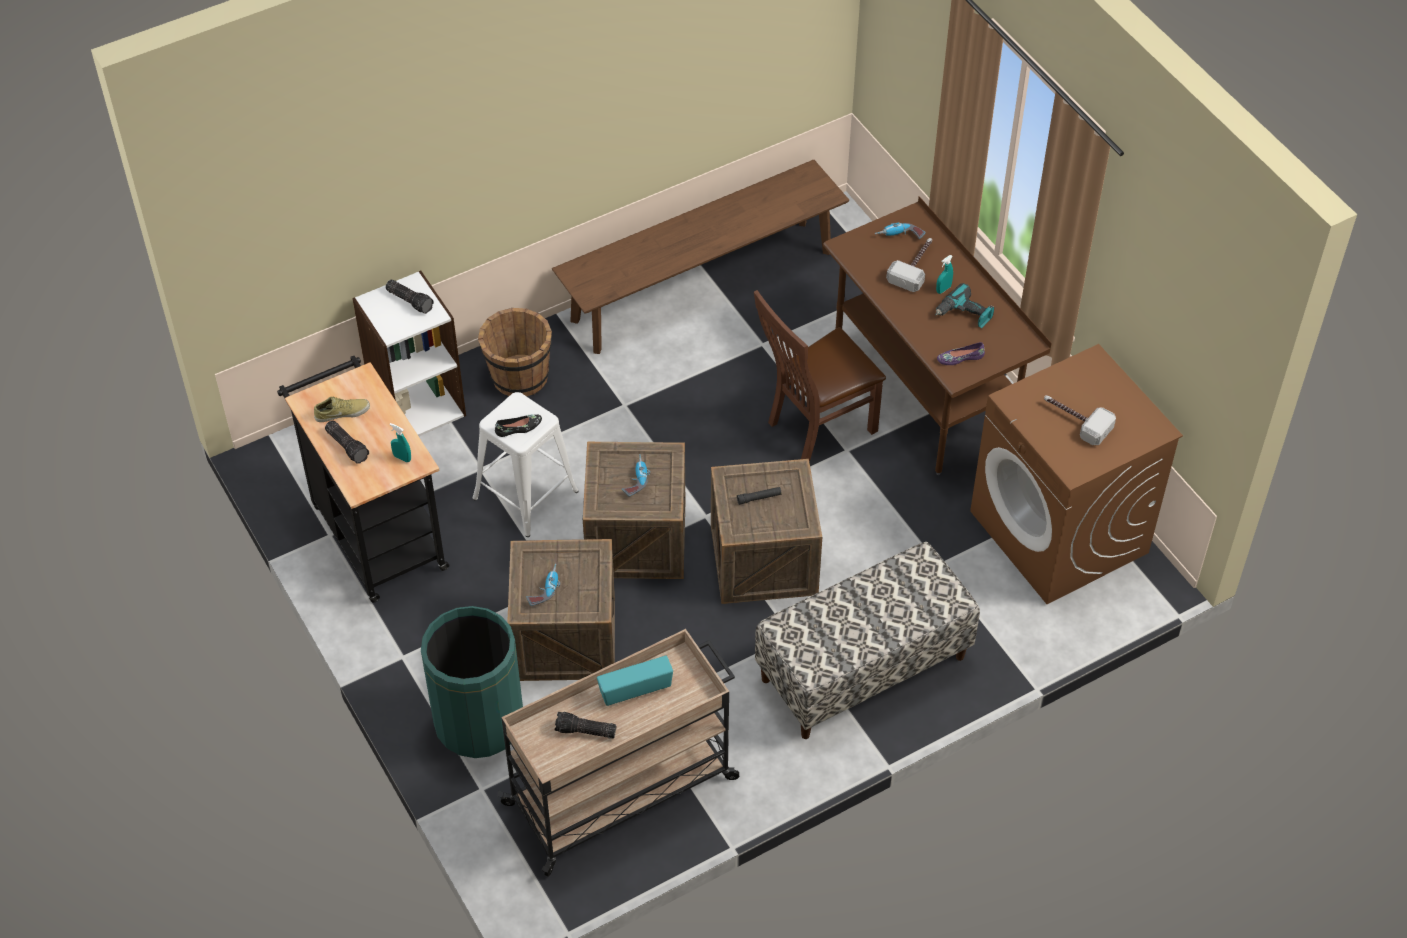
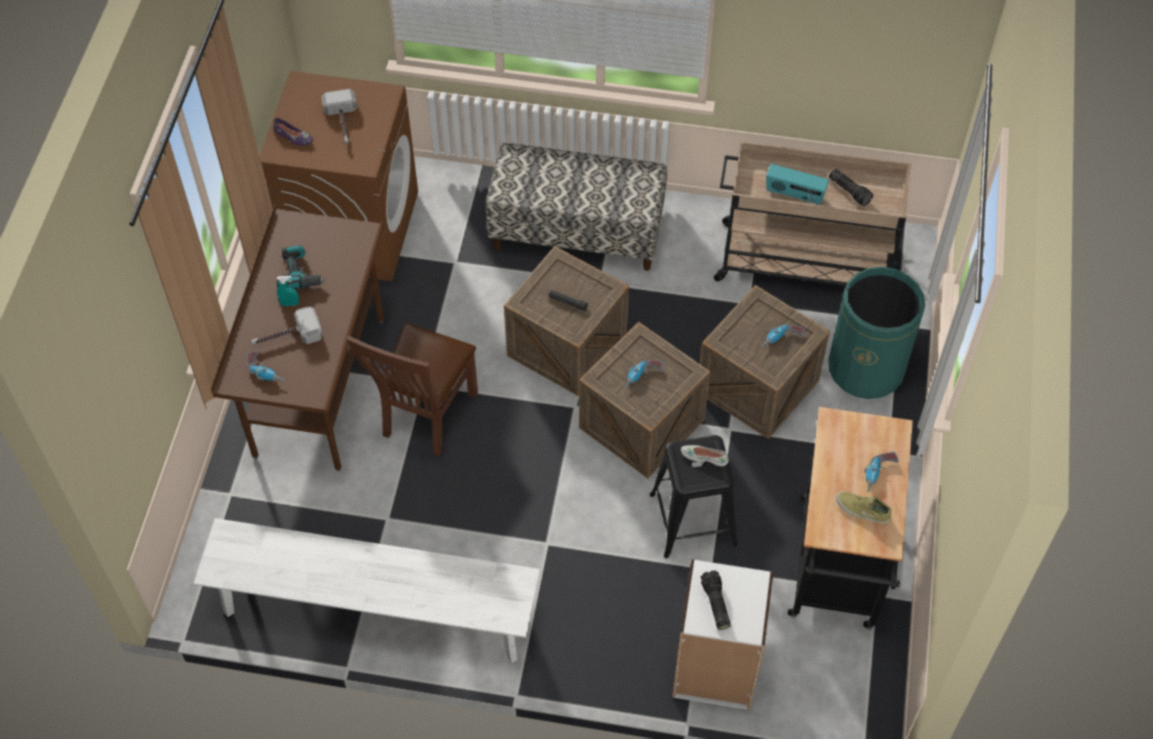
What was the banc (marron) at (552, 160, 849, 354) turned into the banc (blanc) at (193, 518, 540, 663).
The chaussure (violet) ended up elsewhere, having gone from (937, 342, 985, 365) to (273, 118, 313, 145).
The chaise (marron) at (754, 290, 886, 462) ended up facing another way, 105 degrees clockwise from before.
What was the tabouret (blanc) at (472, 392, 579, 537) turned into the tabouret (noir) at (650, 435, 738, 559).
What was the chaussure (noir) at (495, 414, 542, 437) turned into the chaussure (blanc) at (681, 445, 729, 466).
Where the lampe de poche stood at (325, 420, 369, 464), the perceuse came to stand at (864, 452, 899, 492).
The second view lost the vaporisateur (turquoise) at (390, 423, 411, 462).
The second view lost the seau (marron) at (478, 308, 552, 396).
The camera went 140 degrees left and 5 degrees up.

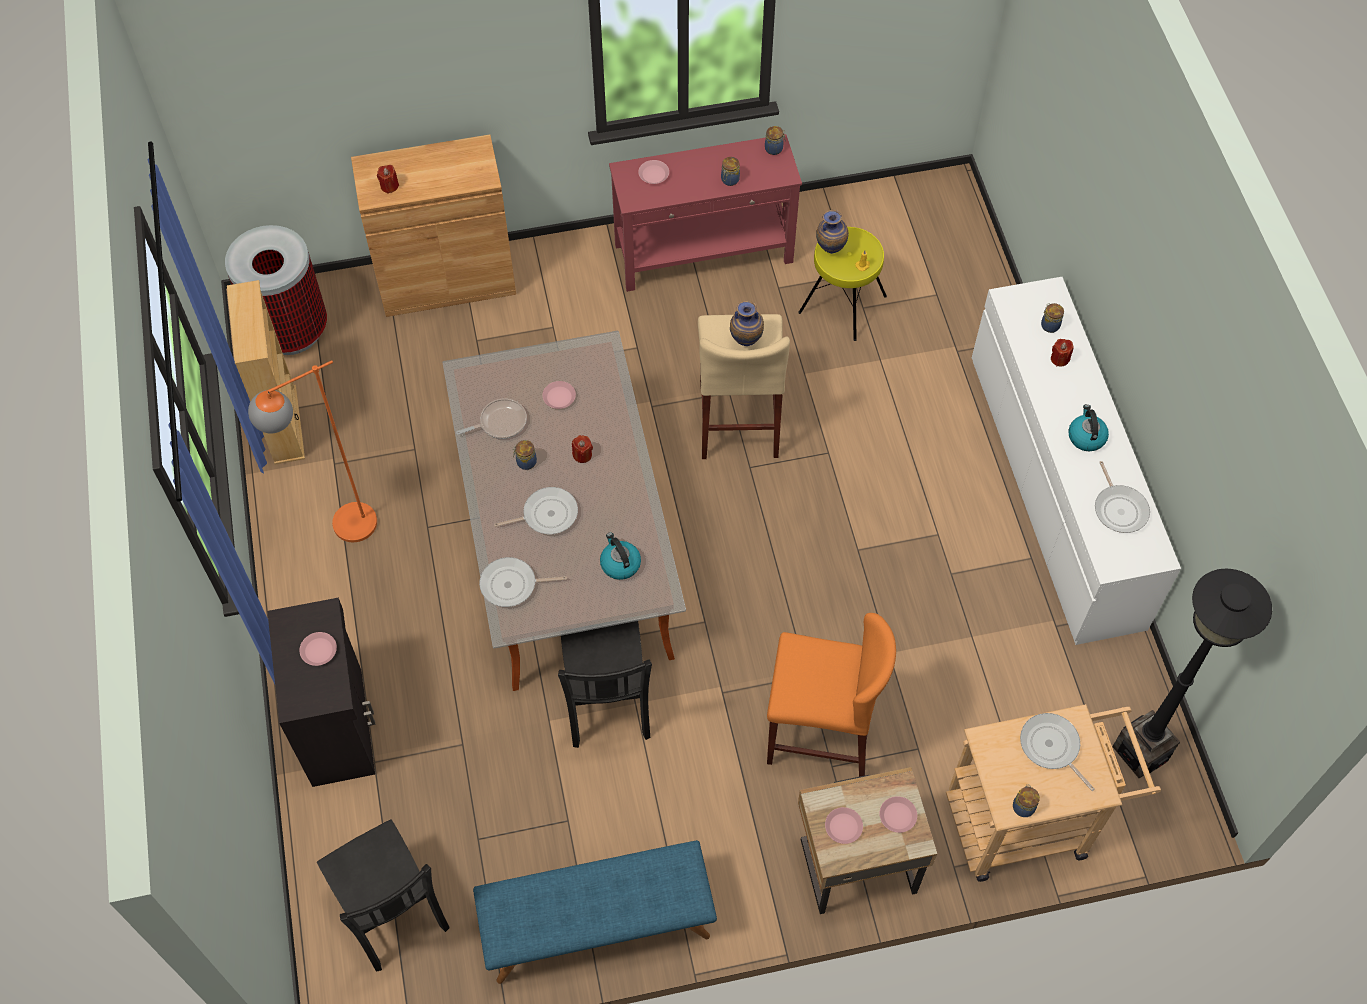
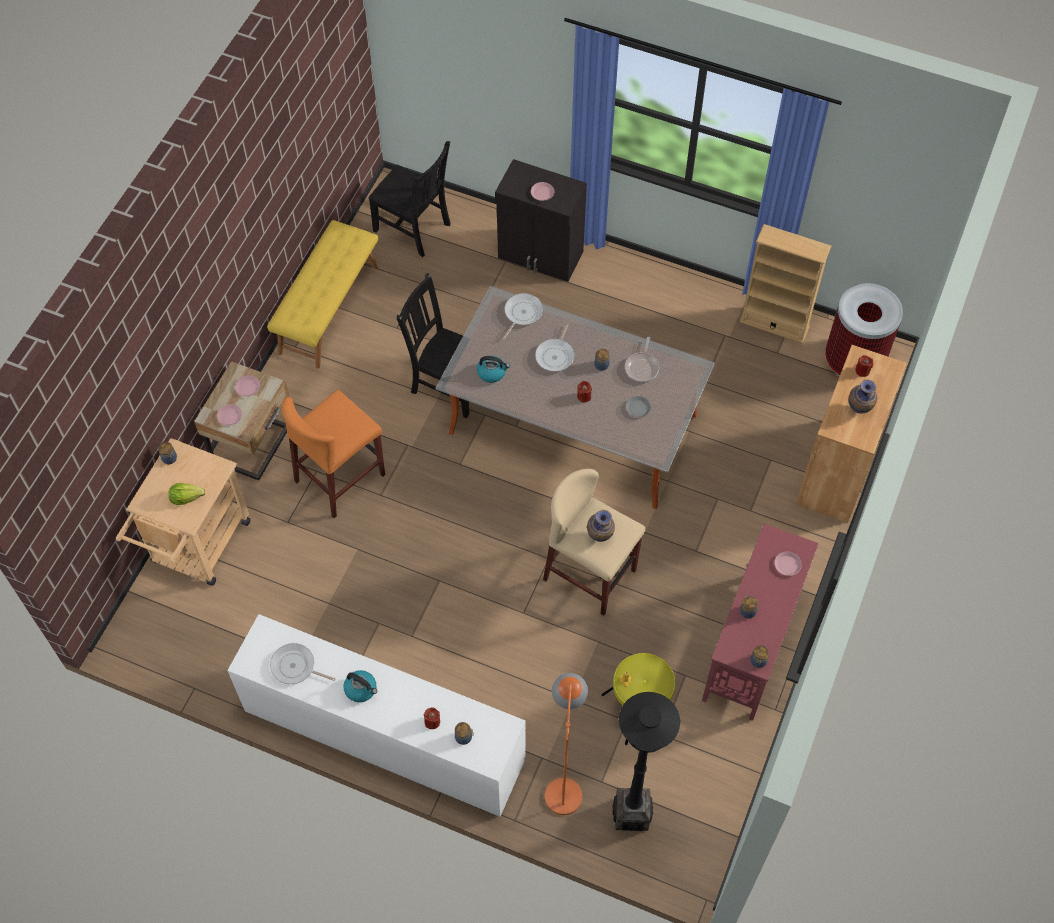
Where the poêle stood at (1020, 713, 1094, 791), the laitue came to stand at (168, 483, 205, 505).
What was the banc (bleu) at (473, 840, 717, 984) turned into the banc (jaune) at (267, 220, 378, 369).
The chaise (noir) at (317, 819, 450, 972) ended up facing another way, 150 degrees counterclockwise from before.
The lampadaire (orange) ended up elsewhere, having gone from (248, 361, 377, 542) to (545, 673, 588, 815).
The lampadaire (noir) ended up elsewhere, having gone from (1112, 568, 1272, 778) to (612, 692, 680, 831).
What was the assiette (rose) at (542, 381, 576, 409) turned into the assiette (gris) at (625, 396, 651, 418).
The vase ended up elsewhere, having gone from (816, 210, 849, 254) to (849, 380, 877, 414).
The camera went 125 degrees right and 0 degrees up.

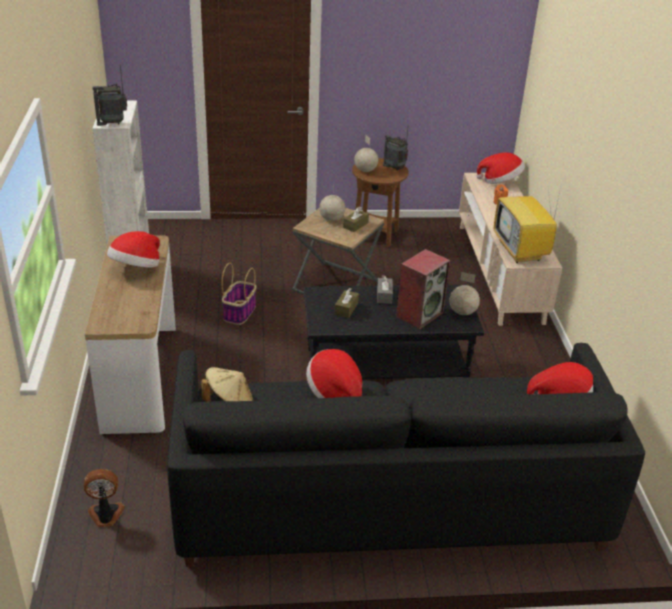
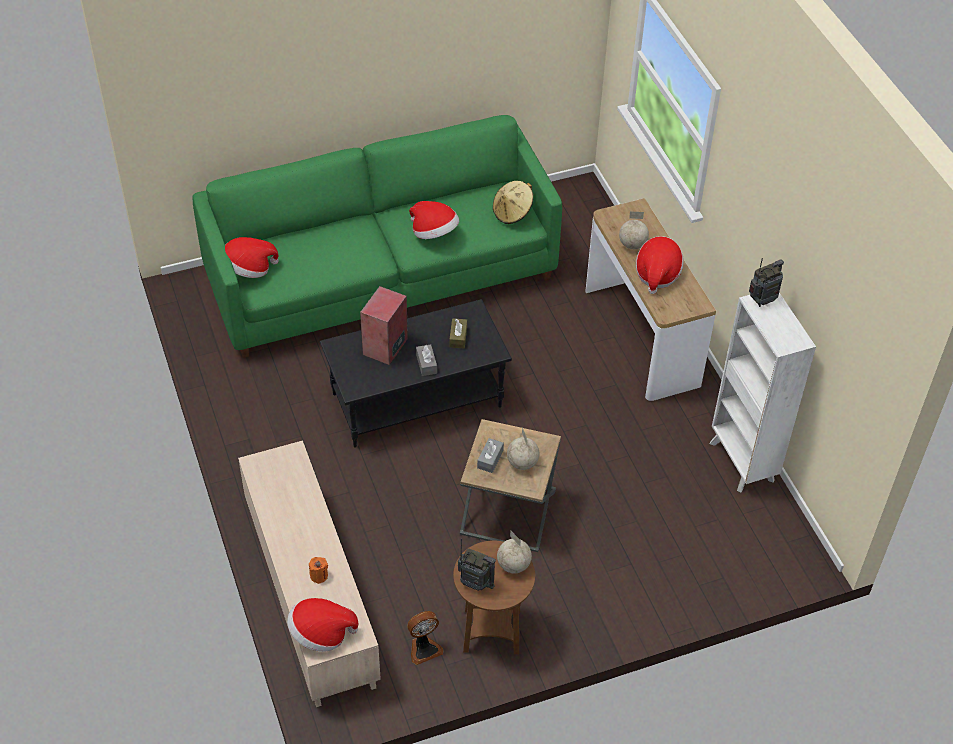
What was the canapé (noir) at (167, 343, 645, 567) turned into the canapé (vert) at (192, 115, 562, 358).
The ventilateur ended up elsewhere, having gone from (84, 469, 125, 527) to (407, 611, 444, 665).
What was the boîte à mouchoirs (marron) at (343, 207, 369, 232) turned into the boîte à mouchoirs (gris) at (477, 438, 504, 473).
The globe ended up elsewhere, having gone from (449, 272, 480, 315) to (619, 211, 649, 249).
The second view lost the panier at (221, 263, 256, 325).
The second view lost the téléviseur at (494, 180, 561, 263).
The camera went 165 degrees right and 15 degrees up.

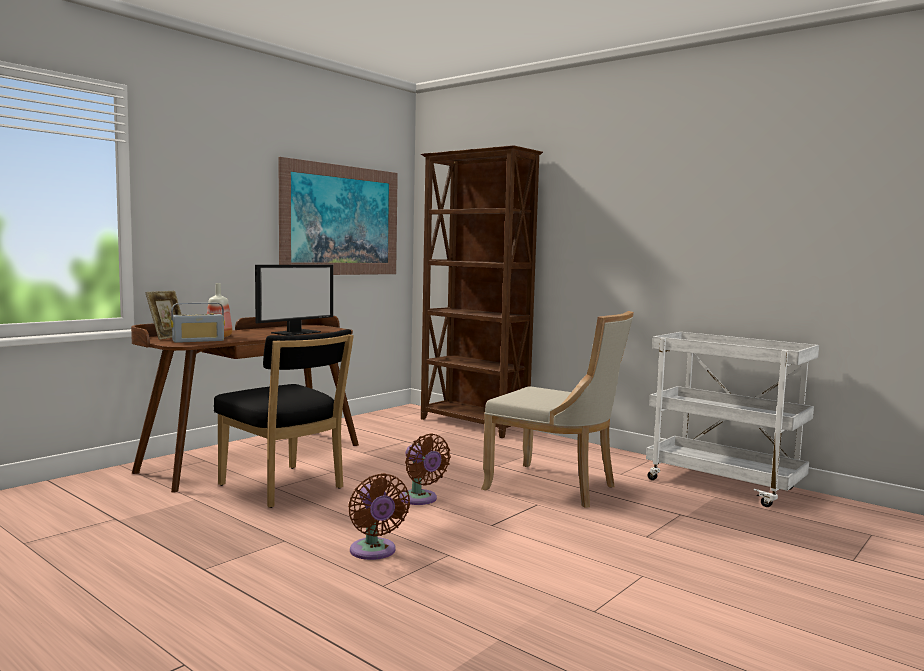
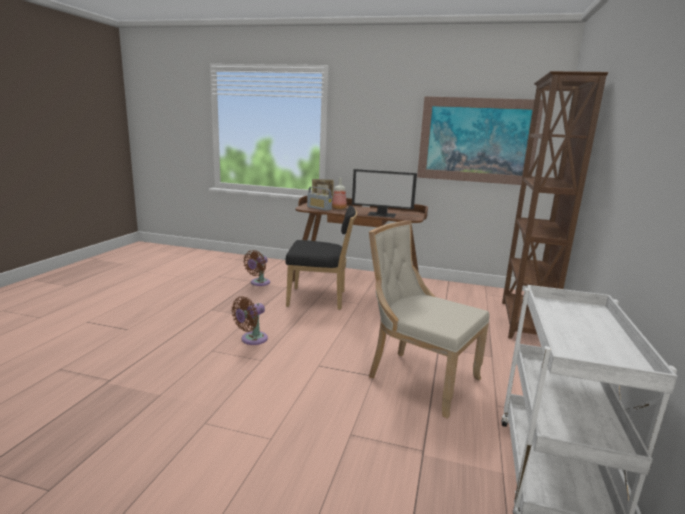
The ventilateur (marron) ended up elsewhere, having gone from (399, 433, 451, 505) to (243, 250, 270, 286).
The chaise (noir) at (214, 329, 354, 508) ended up facing another way, 105 degrees counterclockwise from before.
The chaise (beige) at (481, 311, 634, 508) ended up facing another way, 120 degrees clockwise from before.
The camera went 65 degrees right and 10 degrees up.

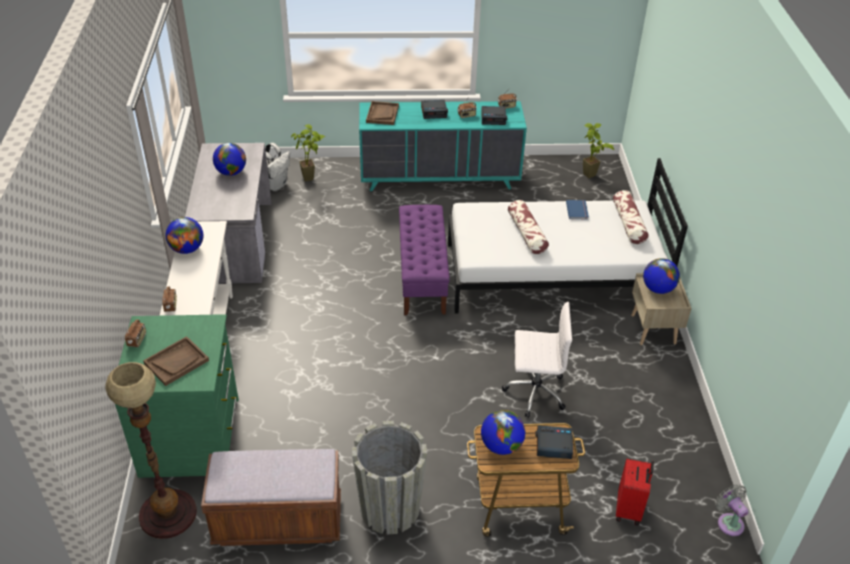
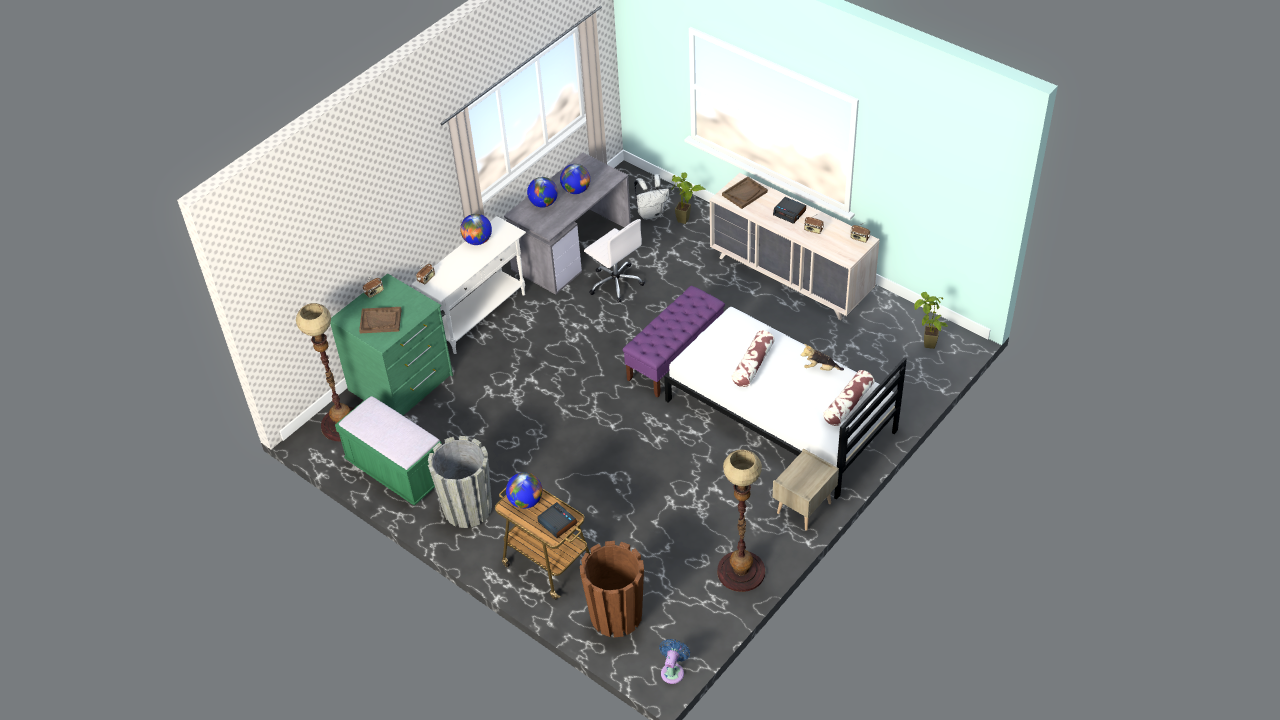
What was the banc (marron) at (201, 449, 341, 546) turned into the banc (vert) at (335, 396, 442, 506).
The globe ended up elsewhere, having gone from (643, 258, 680, 294) to (527, 177, 558, 208).
Where the valise (rouge) stood at (616, 459, 654, 526), the cache-pot (marron) came to stand at (580, 541, 644, 637).
The chaise de bureau (blanc) ended up elsewhere, having gone from (502, 302, 572, 418) to (584, 219, 645, 303).
What was the ventilateur (gris) at (715, 484, 749, 536) turned into the ventilateur (bleu) at (659, 639, 690, 684).
What was the commode (turquoise) at (359, 101, 527, 191) turned into the commode (beige) at (710, 173, 880, 320).
The second view gained the lampadaire at (717, 449, 765, 592).
Where the livre (bleu) stood at (566, 200, 589, 220), the peluche came to stand at (801, 344, 844, 371).
The second view lost the réveil at (481, 106, 507, 125).
The camera went 45 degrees right and 5 degrees up.

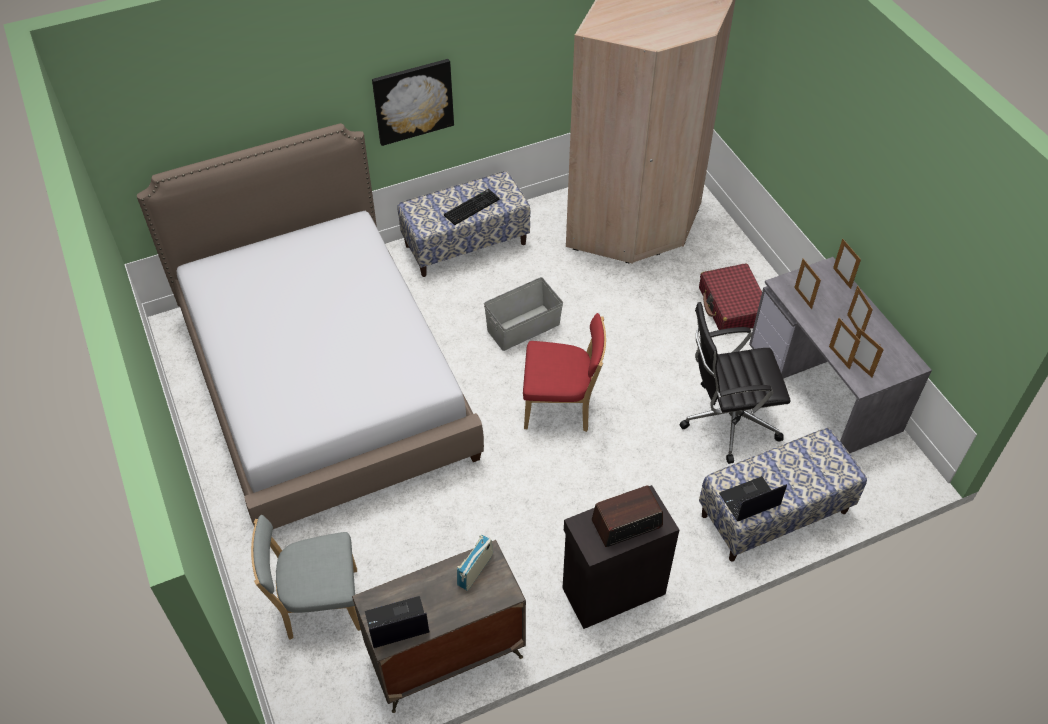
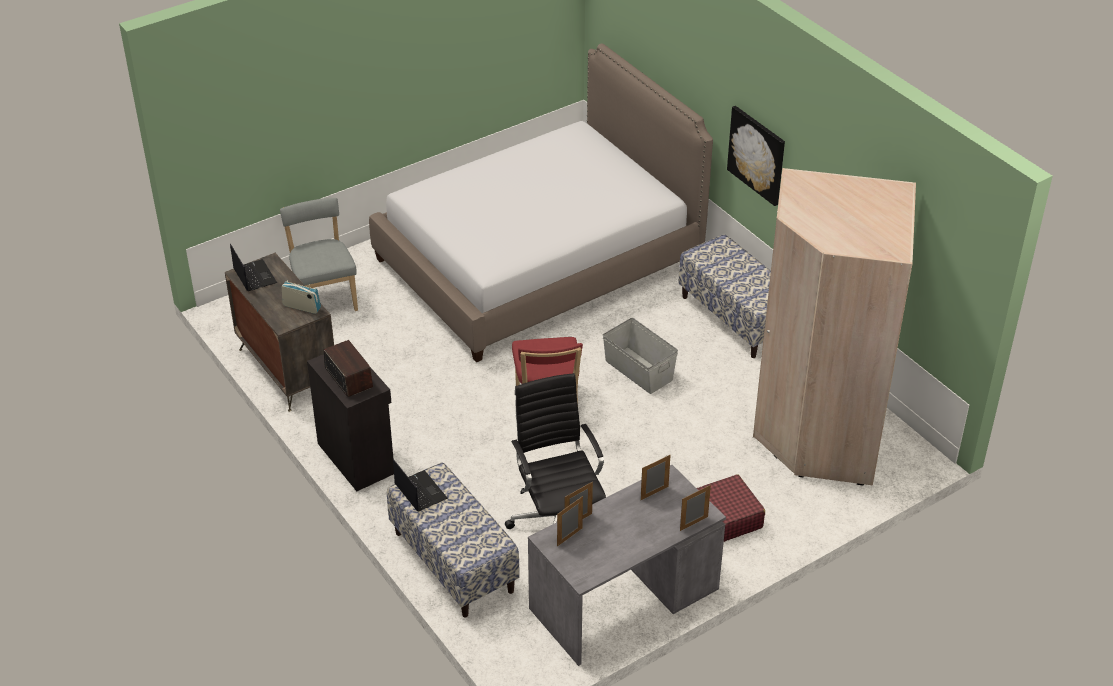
The second view lost the clavier at (444, 189, 499, 225).
The second view lost the cadre photo at (847, 286, 873, 332).
The camera went 80 degrees right and 10 degrees down.

